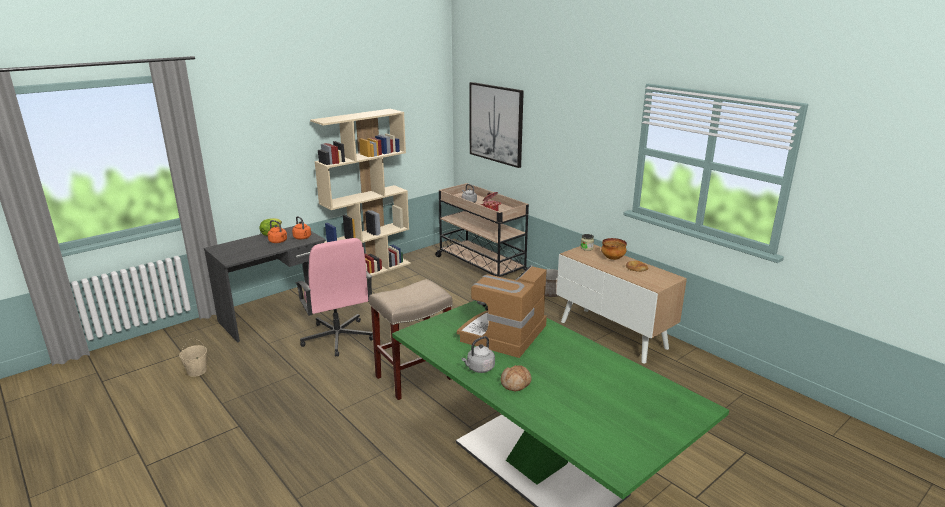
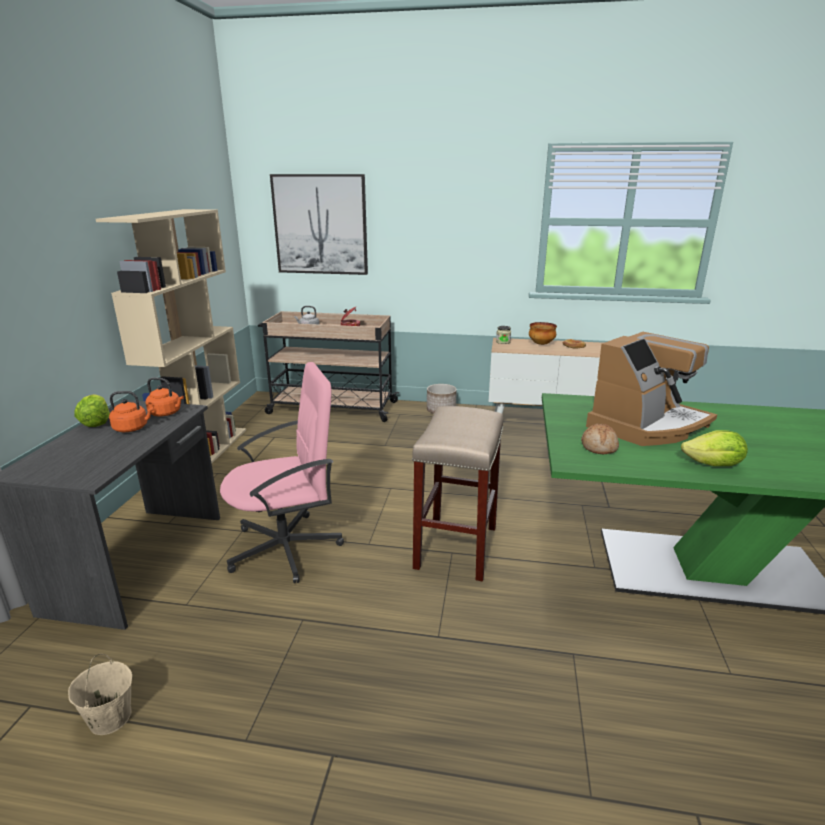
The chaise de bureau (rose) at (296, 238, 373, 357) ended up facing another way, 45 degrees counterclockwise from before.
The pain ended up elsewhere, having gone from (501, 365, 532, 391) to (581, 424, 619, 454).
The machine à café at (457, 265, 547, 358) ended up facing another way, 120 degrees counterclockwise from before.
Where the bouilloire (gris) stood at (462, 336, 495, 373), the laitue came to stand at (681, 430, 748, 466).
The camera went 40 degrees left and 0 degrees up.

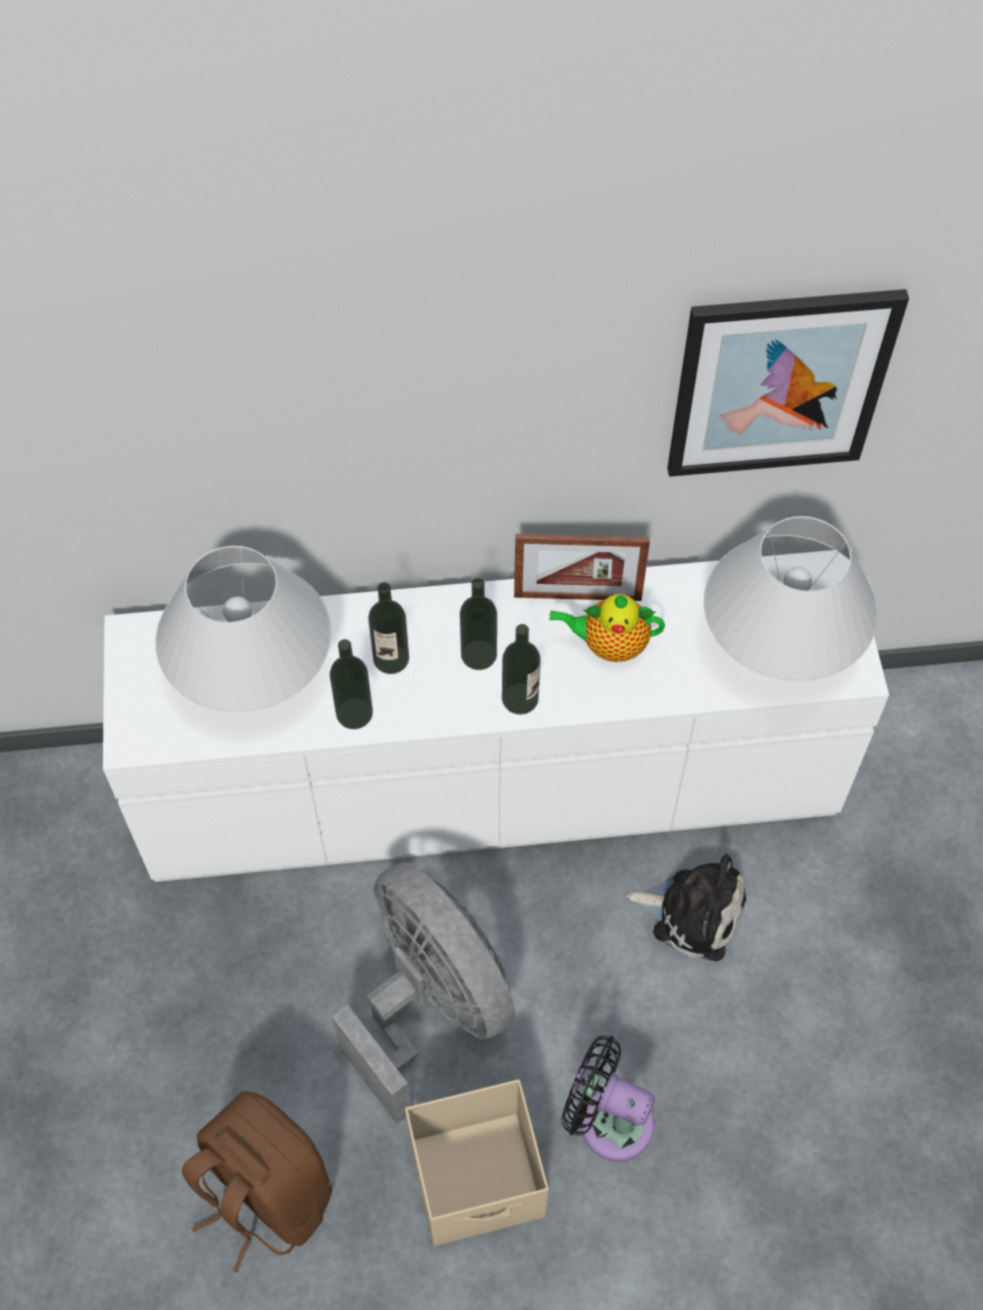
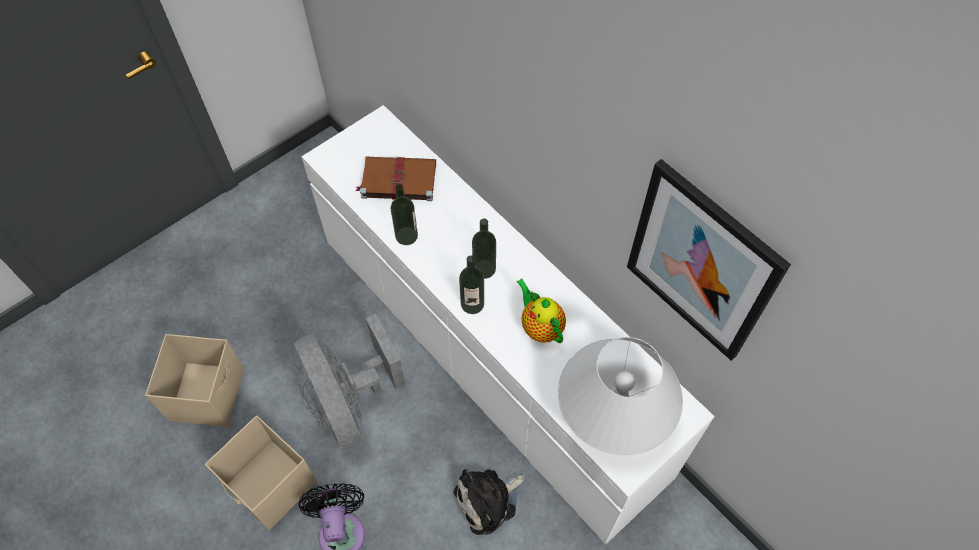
Where the sac à dos (marron) stood at (182, 1091, 332, 1272), the boîte de rangement (beige) came to stand at (145, 334, 244, 427).
The ventilateur (gris) at (332, 862, 515, 1124) ended up facing another way, 135 degrees clockwise from before.
Where the lampe de table (blanc) stood at (155, 546, 331, 713), the livre (marron) came to stand at (355, 156, 436, 201).
The peluche at (627, 854, 746, 961) ended up facing another way, 75 degrees clockwise from before.
The second view lost the bouteille at (368, 582, 409, 674).
The second view lost the cadre photo at (514, 534, 650, 601).
The camera went 55 degrees right and 0 degrees up.

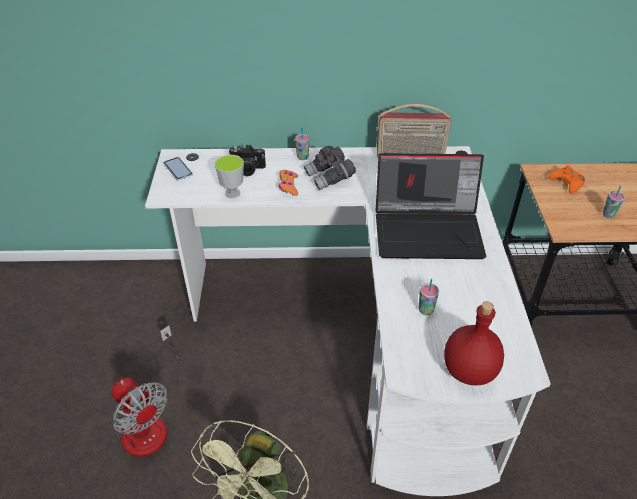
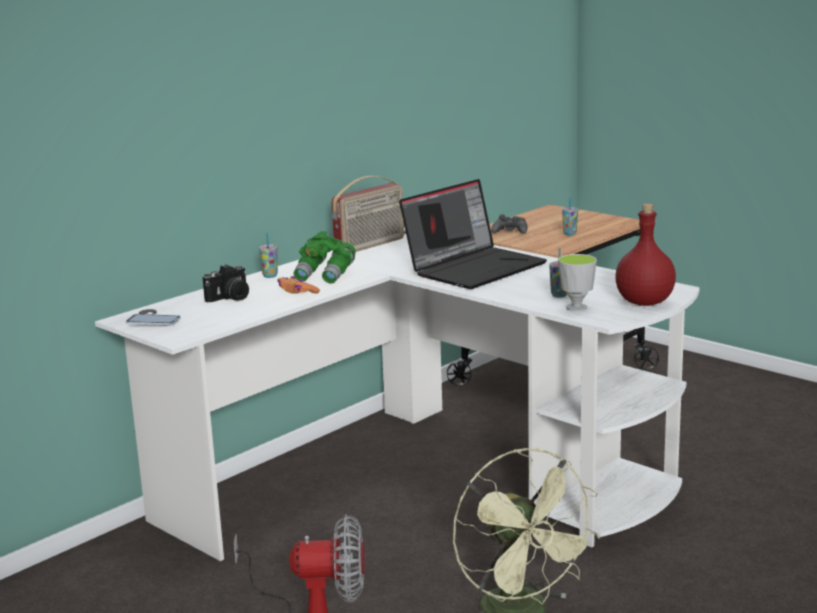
What was the jumelles (gris) at (304, 146, 356, 190) turned into the jumelles (vert) at (293, 231, 356, 283).
What was the manette (orange) at (548, 165, 585, 194) turned into the manette (noir) at (491, 214, 527, 233).
The tasse ended up elsewhere, having gone from (214, 155, 244, 198) to (558, 254, 597, 311).
The camera went 45 degrees left and 25 degrees down.

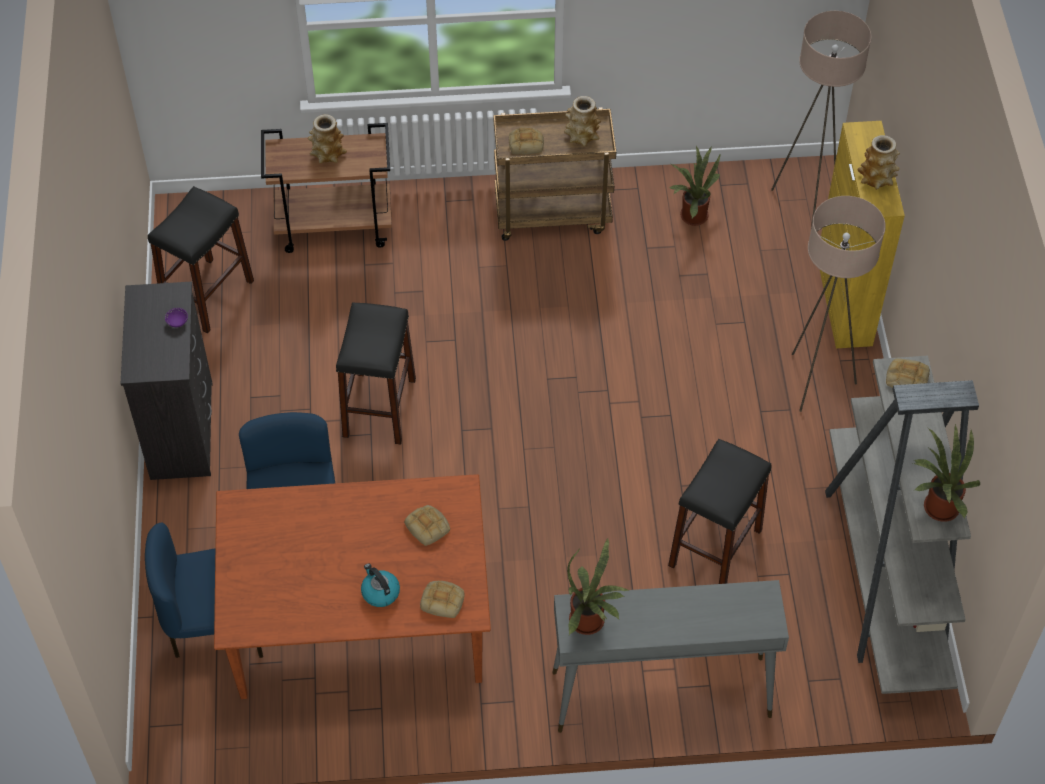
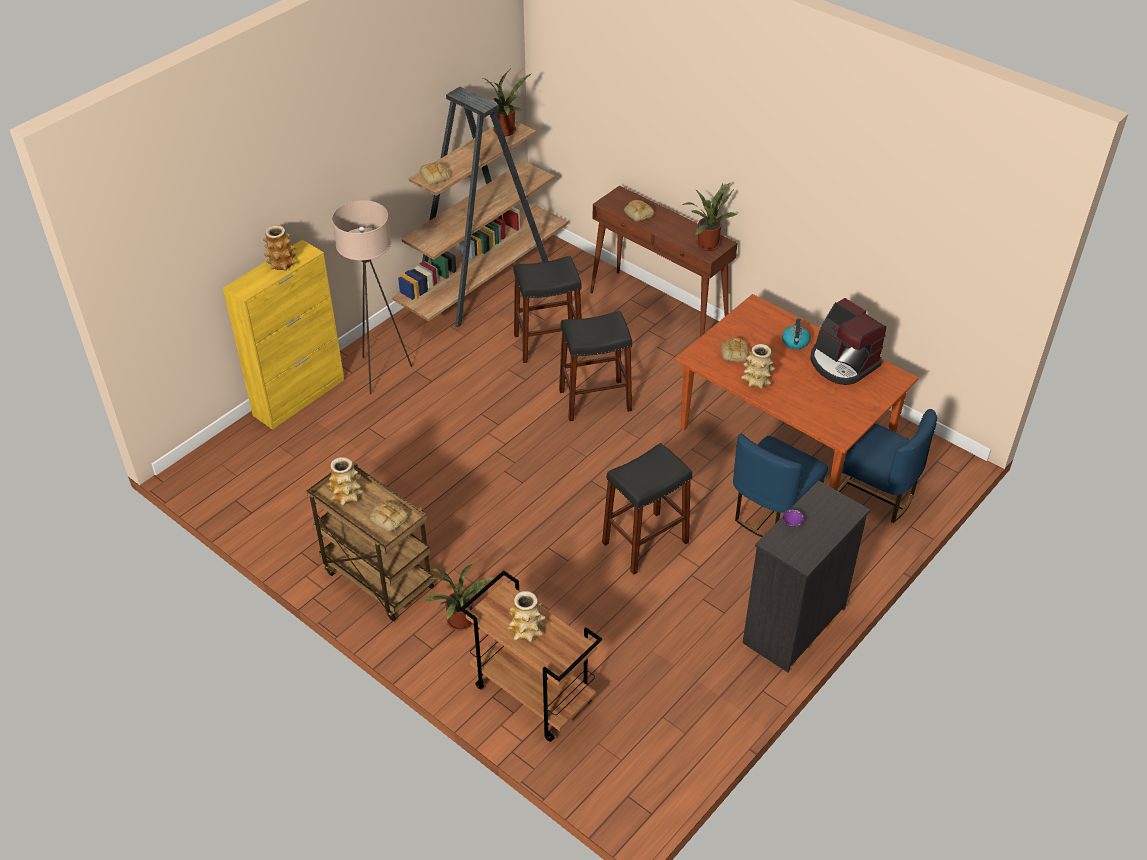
What was the bibliothèque (gris) at (825, 355, 979, 694) turned into the bibliothèque (marron) at (392, 86, 568, 328).
The plante en pot ended up elsewhere, having gone from (669, 146, 721, 226) to (424, 563, 495, 630).
The tabouret (noir) ended up elsewhere, having gone from (148, 186, 254, 333) to (559, 311, 632, 421).
What was the table console (gris) at (552, 580, 789, 733) turned into the table console (marron) at (590, 185, 738, 337).
The pain ended up elsewhere, having gone from (420, 581, 464, 618) to (624, 200, 655, 221).
The second view gained the vase at (741, 344, 775, 389).
The second view gained the machine à café at (810, 298, 886, 385).
The second view lost the lampadaire (beige) at (771, 11, 872, 228).
The camera went 135 degrees left and 10 degrees down.

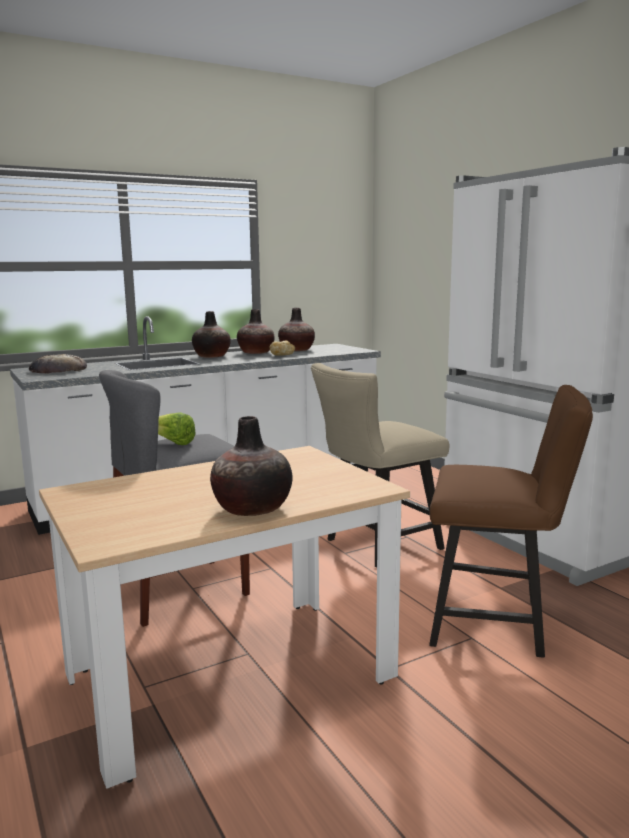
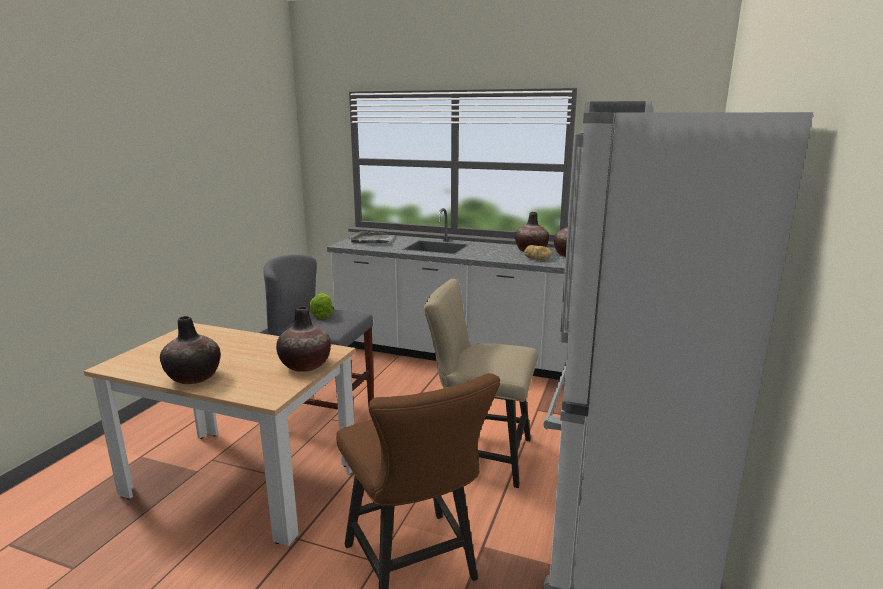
The vase ended up elsewhere, having gone from (192, 311, 231, 358) to (276, 307, 331, 372).
Where the pain stood at (29, 354, 87, 374), the plateau (gris) came to stand at (348, 231, 394, 243).
The camera went 50 degrees right and 5 degrees up.

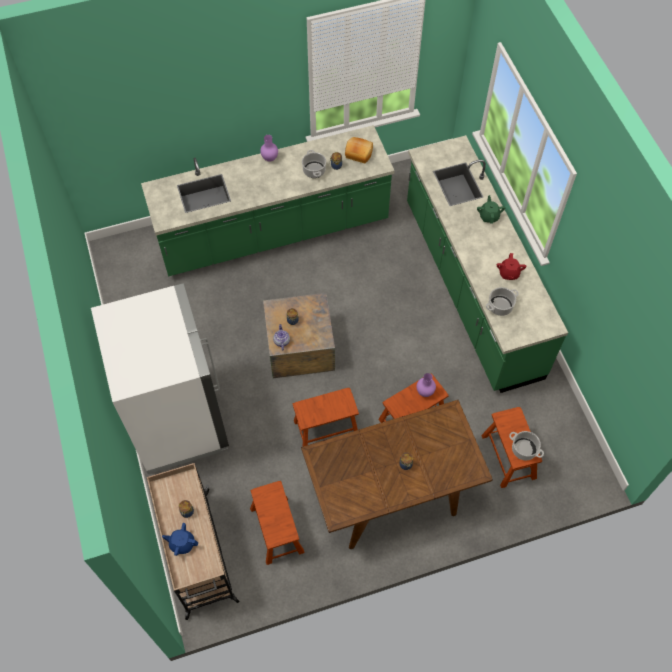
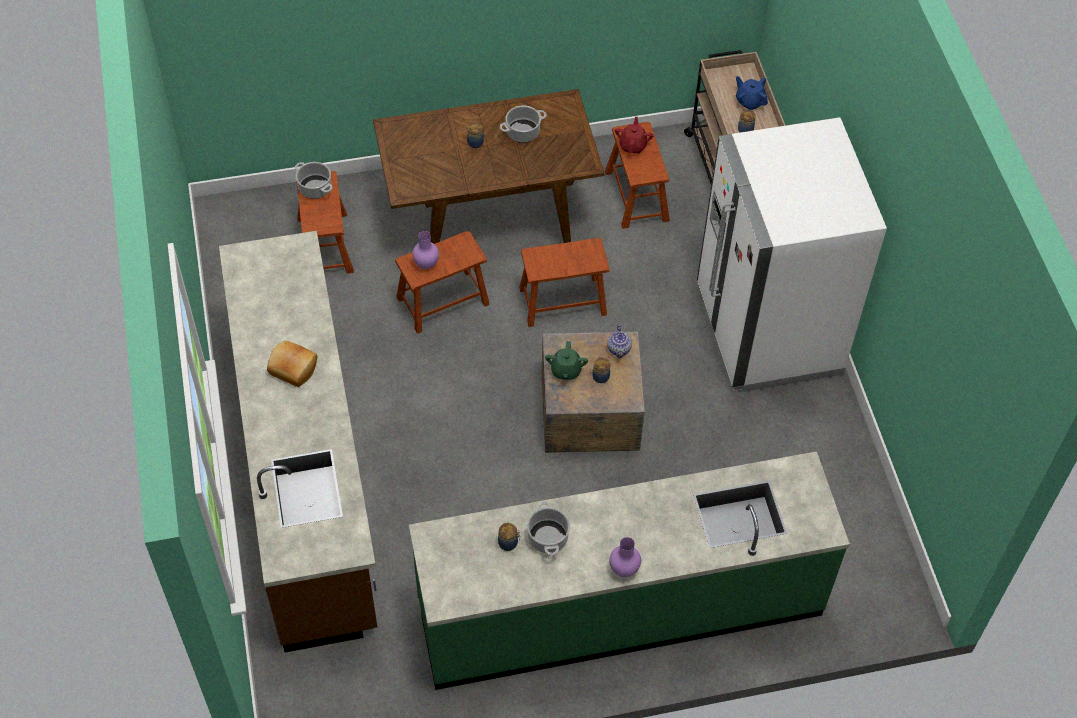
What was the comptoir de cuisine (vert) at (407, 135, 568, 393) turned into the comptoir de cuisine (marron) at (219, 231, 377, 652).
The pain ended up elsewhere, having gone from (345, 137, 373, 163) to (267, 341, 317, 387).
The marmite ended up elsewhere, having gone from (486, 287, 519, 316) to (500, 105, 547, 143).
The théière (vert) ended up elsewhere, having gone from (477, 195, 506, 223) to (545, 341, 588, 380).
The théière (rouge) ended up elsewhere, having gone from (497, 253, 526, 280) to (615, 117, 654, 154).
The théière (bleu) at (162, 523, 198, 556) ended up facing another way, 150 degrees counterclockwise from before.
The camera went 175 degrees left and 5 degrees down.

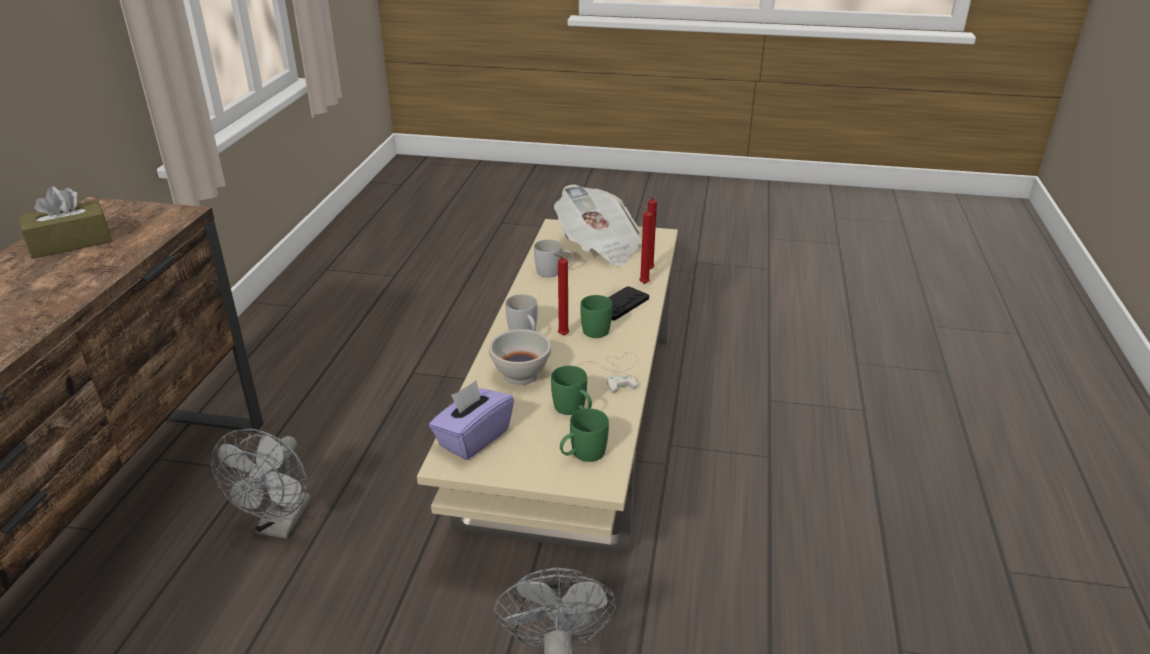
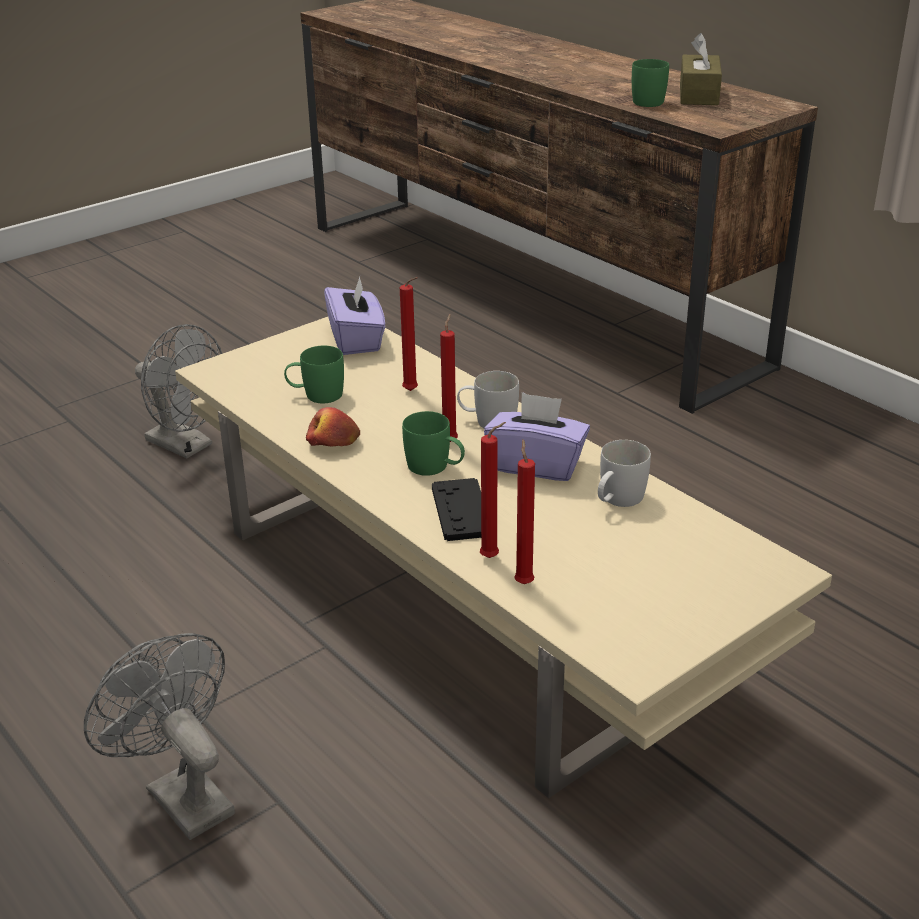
The ventilateur (gris) ended up elsewhere, having gone from (211, 429, 311, 538) to (84, 633, 235, 840).
Where the manette (blanc) stood at (576, 352, 638, 393), the pomme came to stand at (306, 407, 360, 446).
Where the bol (blanc) stood at (489, 329, 551, 385), the bougie (rouge) came to stand at (400, 277, 418, 391).
The second view gained the boîte à mouchoirs (violet) at (484, 392, 590, 481).
The mug (vert) ended up elsewhere, having gone from (560, 408, 609, 462) to (632, 59, 669, 107).
The second view lost the journal at (554, 184, 642, 266).
The camera went 130 degrees right and 0 degrees up.

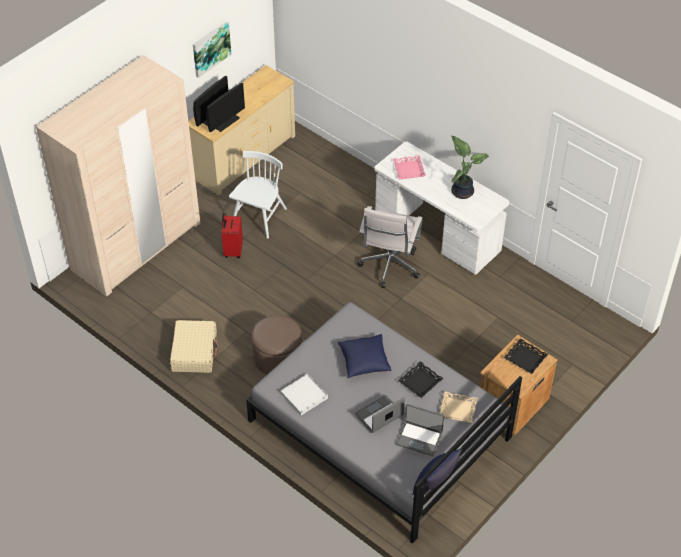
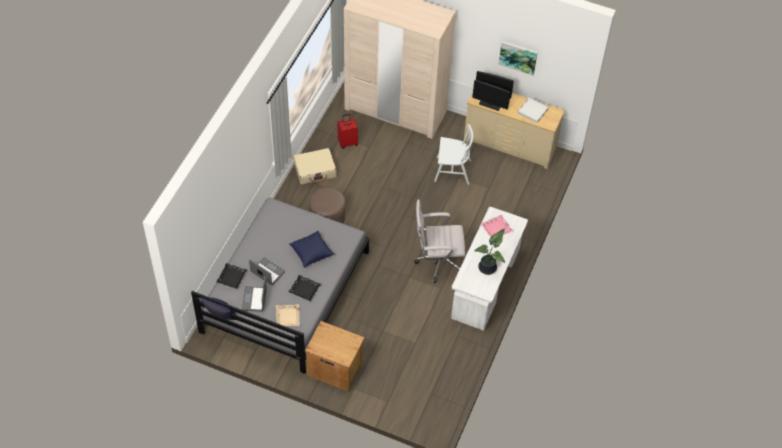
The plateau (noir) ended up elsewhere, having gone from (503, 338, 549, 374) to (217, 263, 247, 289).
The valise (rouge) ended up elsewhere, having gone from (221, 213, 243, 258) to (337, 114, 358, 149).
The plateau (blanc) ended up elsewhere, having gone from (281, 374, 328, 415) to (518, 97, 549, 123).
The camera went 70 degrees right and 5 degrees up.

